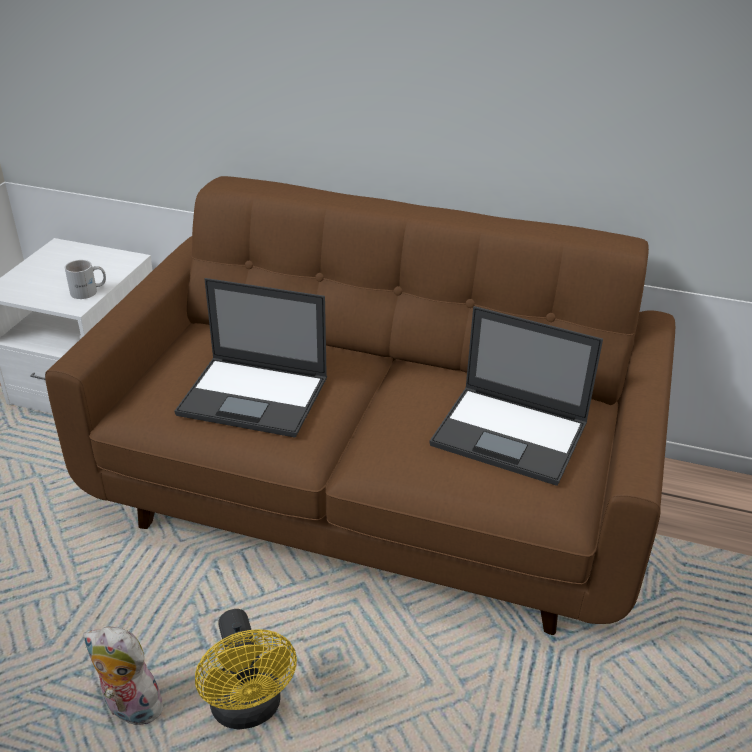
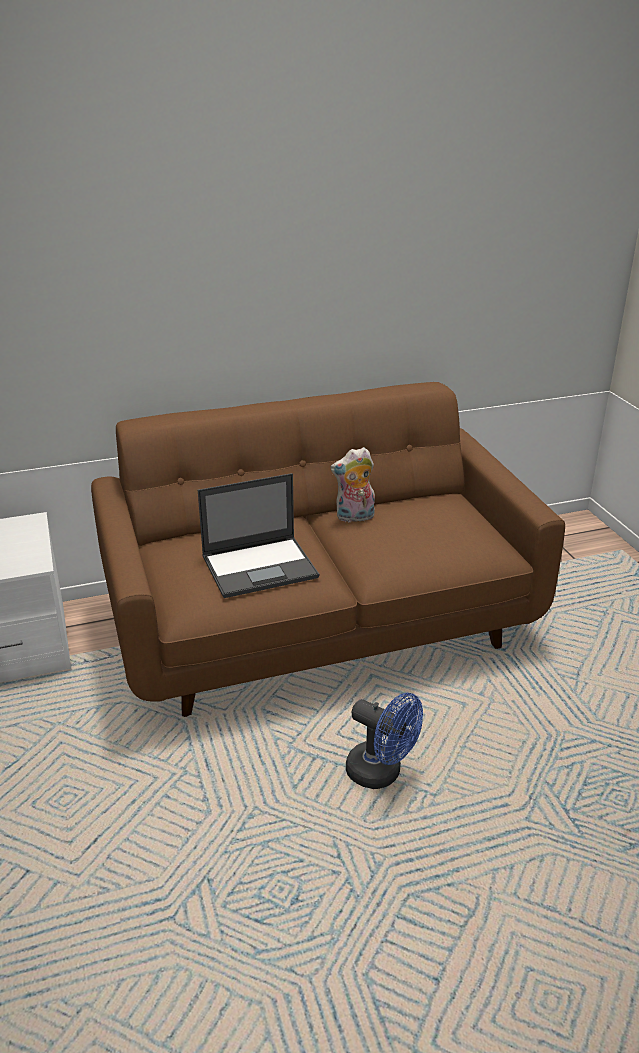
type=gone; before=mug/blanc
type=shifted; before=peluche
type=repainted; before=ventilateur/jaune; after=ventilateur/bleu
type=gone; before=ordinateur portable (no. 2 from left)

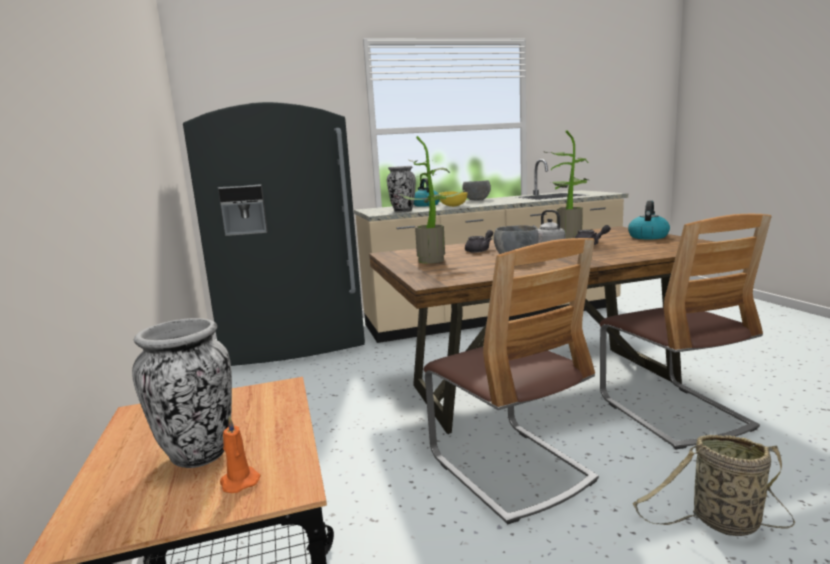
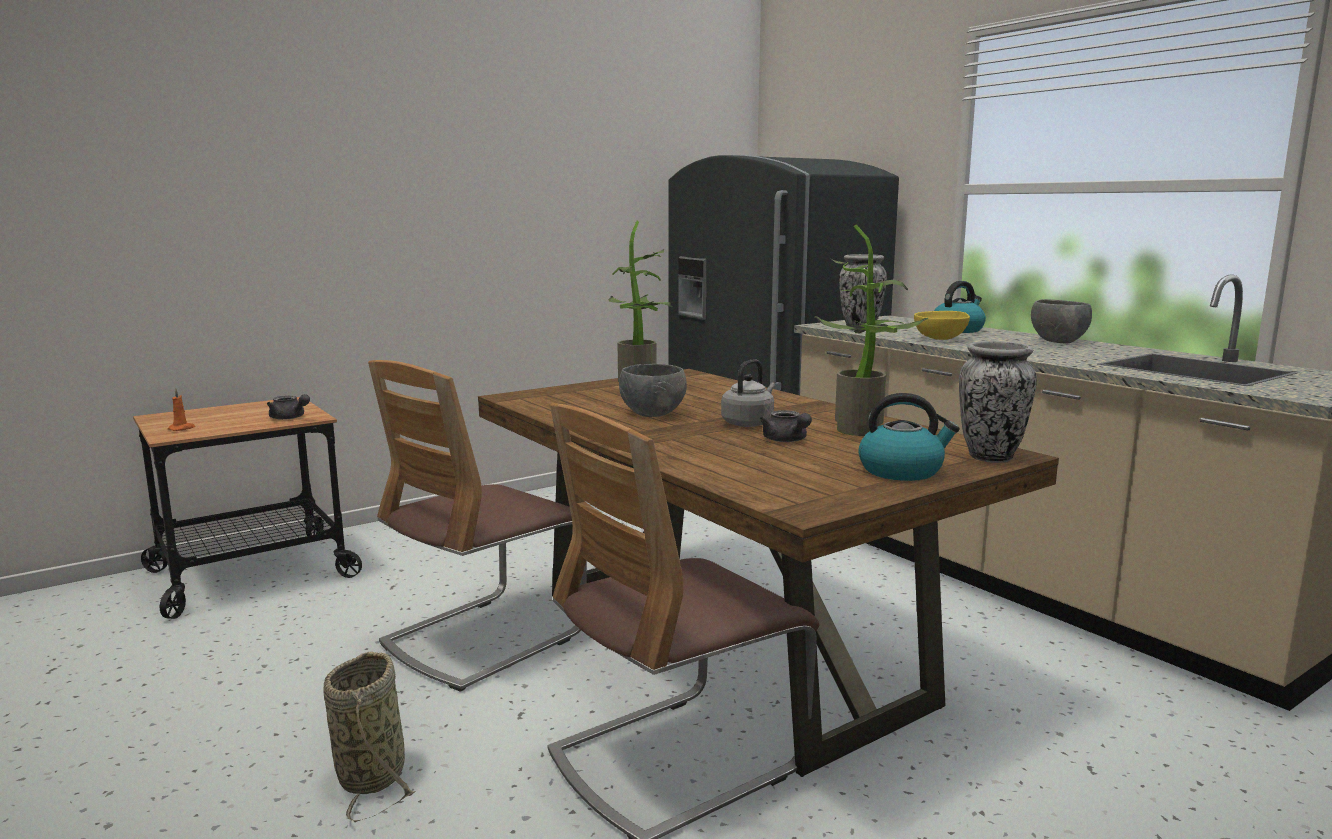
type=shifted; before=vase (no. 1 from left in the first image); after=vase (no. 2 from left)
type=shifted; before=théière/gris (no. 1 from left)

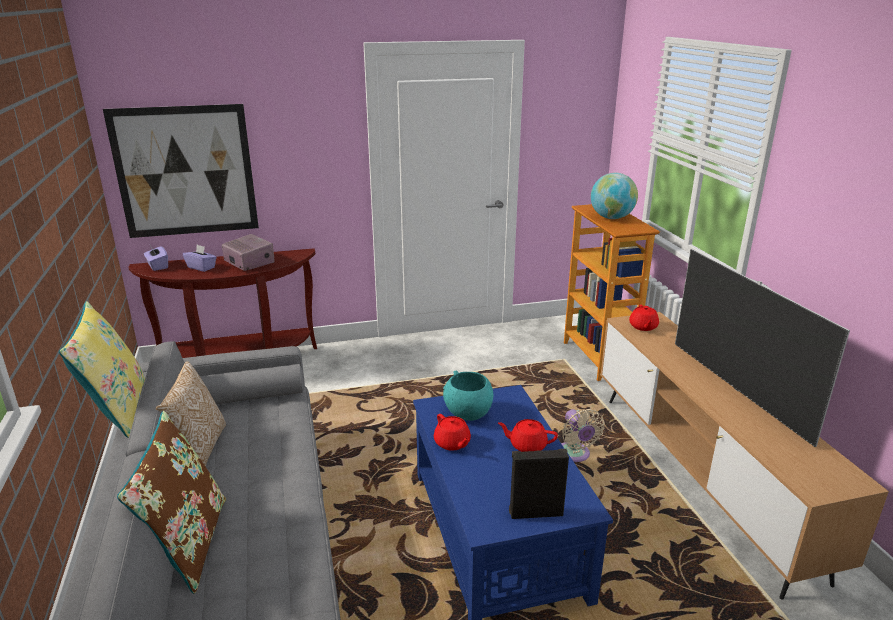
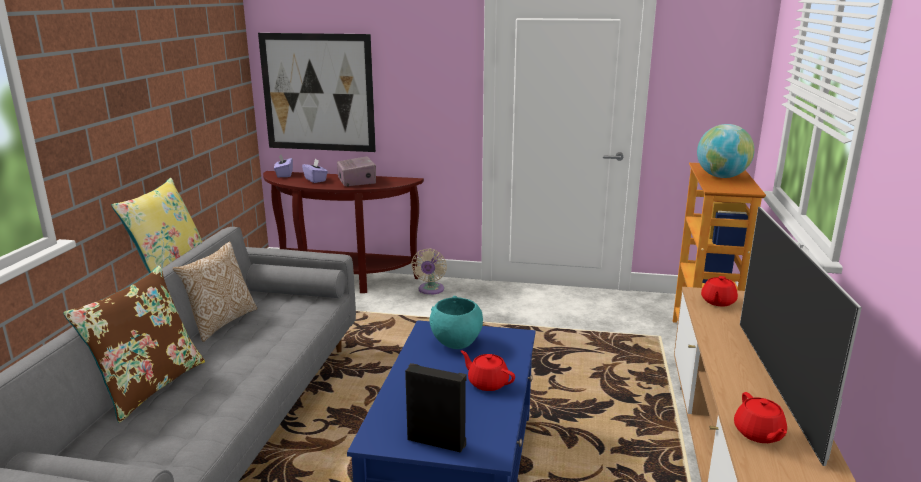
type=shifted; before=théière/rouge (no. 1 from left in the first image); after=théière/rouge (no. 3 from left)
type=shifted; before=ventilateur/beige

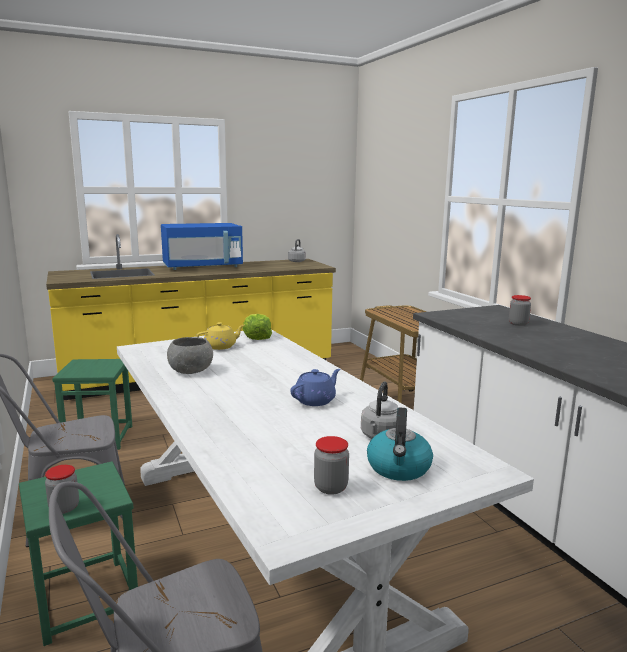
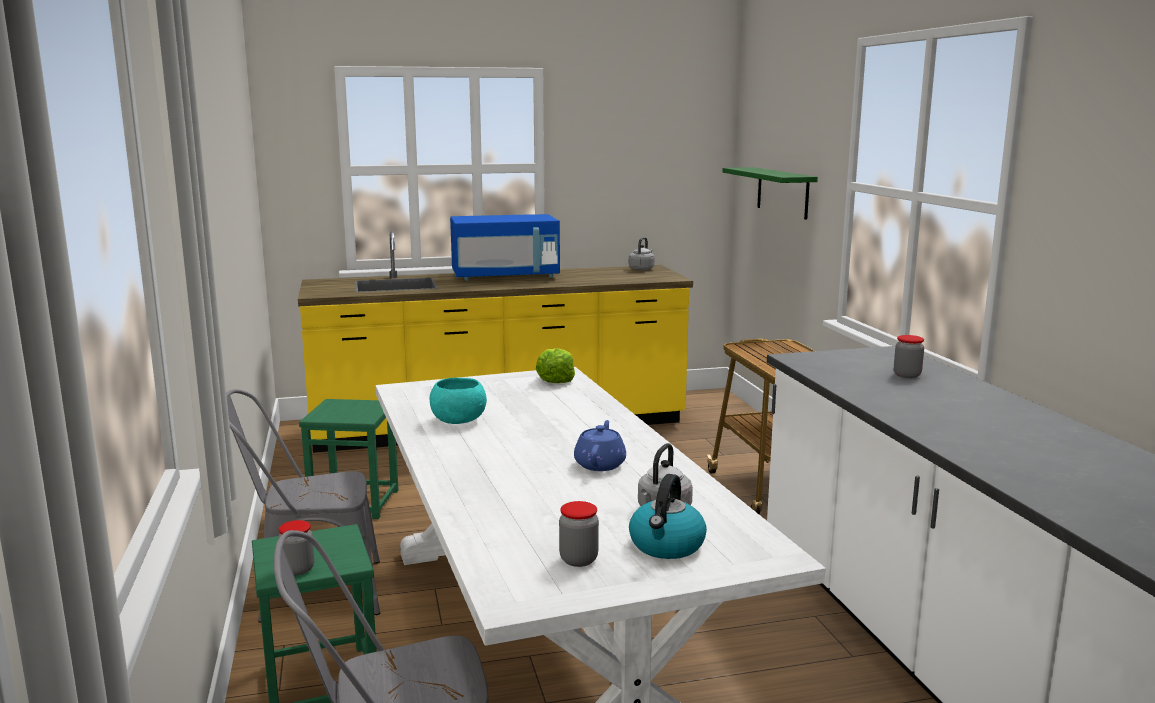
type=repainted; before=bol/gris; after=bol/turquoise
type=gone; before=théière/jaune
type=rotated; before=théière/bleu; turn=-45
type=new; after=étagère/vert

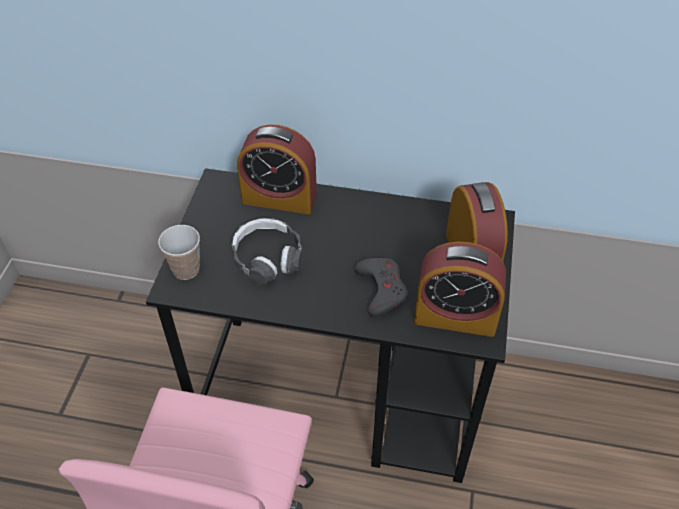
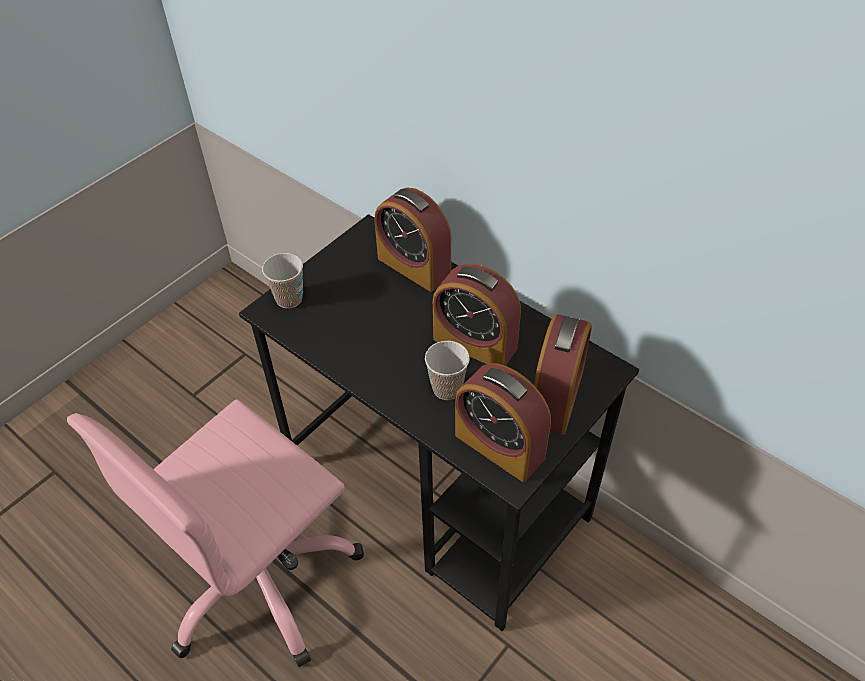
type=gone; before=casque audio
type=swapped; before=manette/gris; after=tasse (no. 2 from left)
type=new; after=réveil (no. 2 from left)

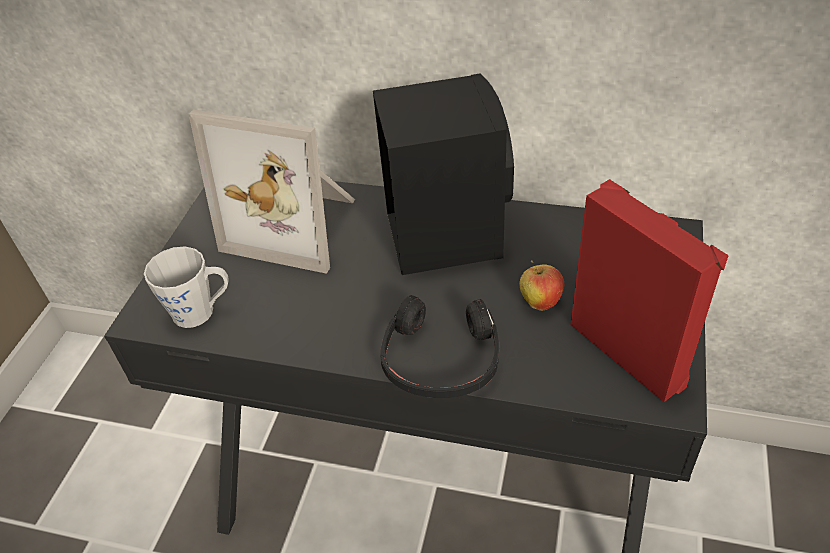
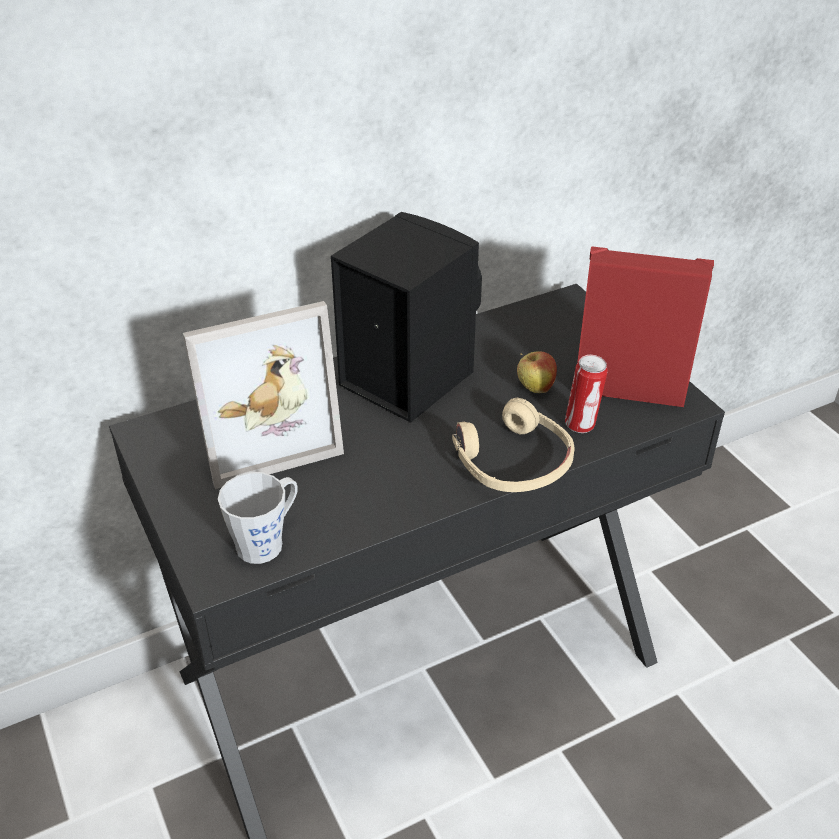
type=repainted; before=casque audio/noir; after=casque audio/beige
type=new; after=boîte métallique

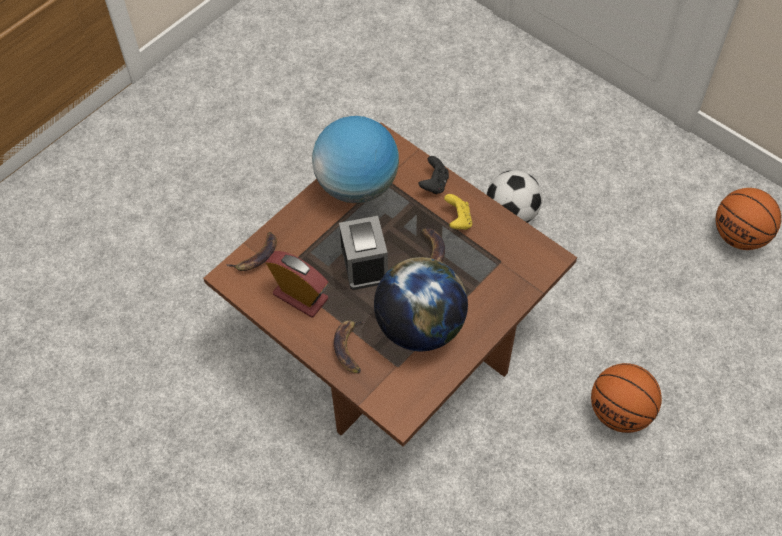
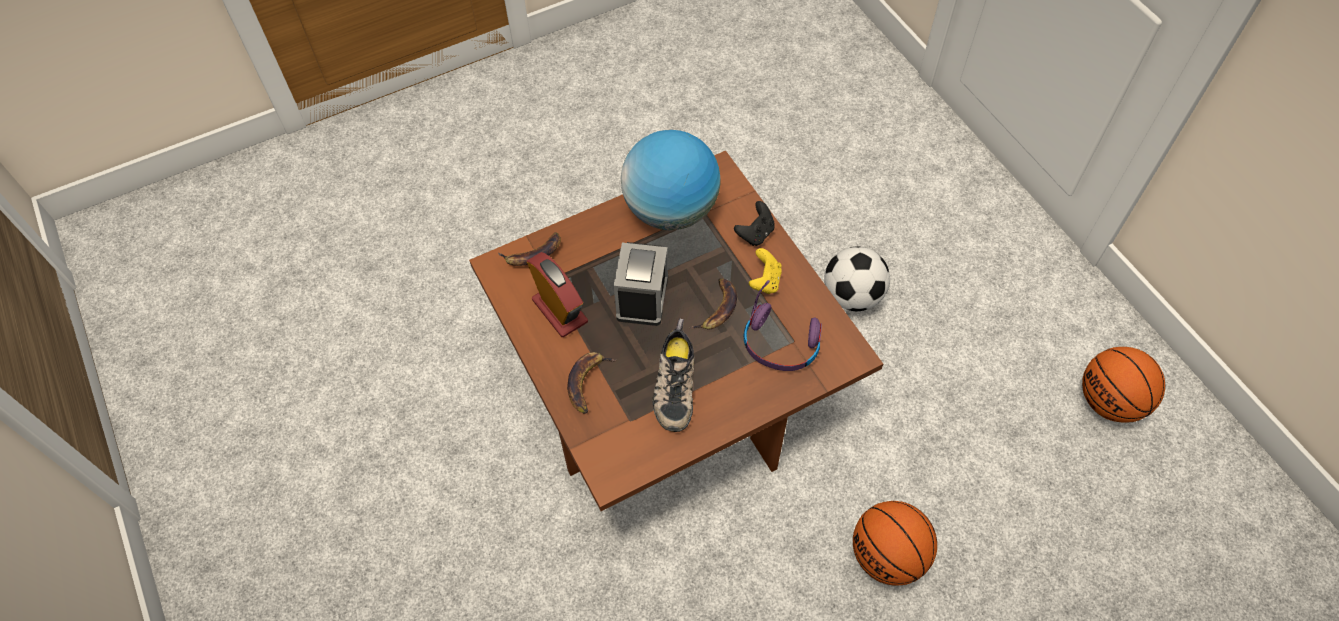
type=swapped; before=globe (no. 2 from left); after=chaussure
type=new; after=casque audio/violet

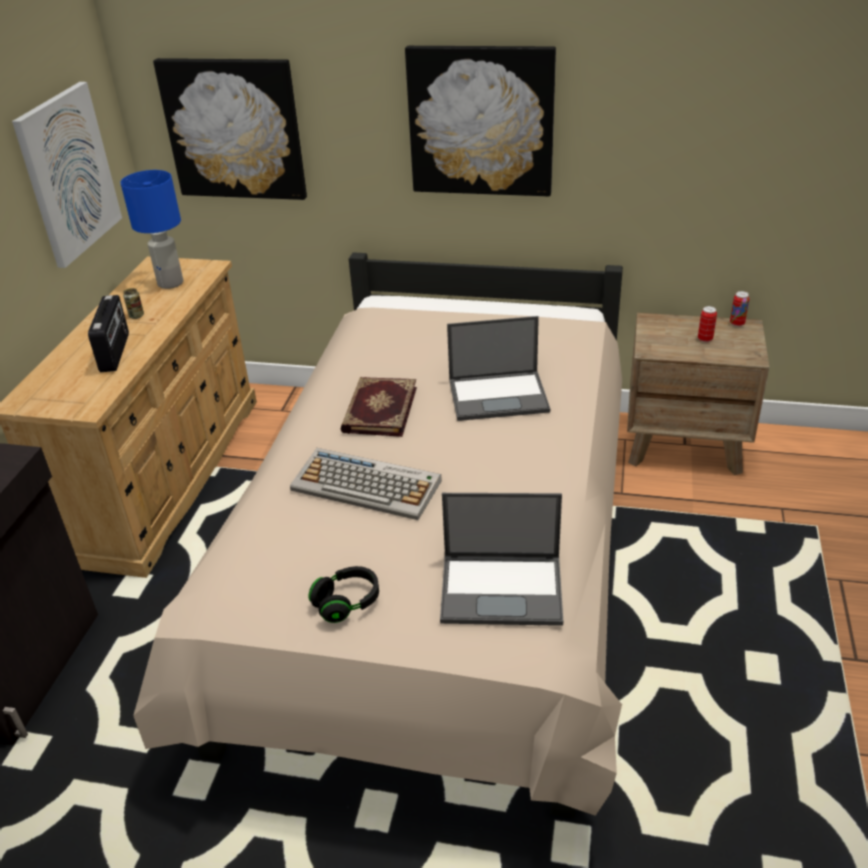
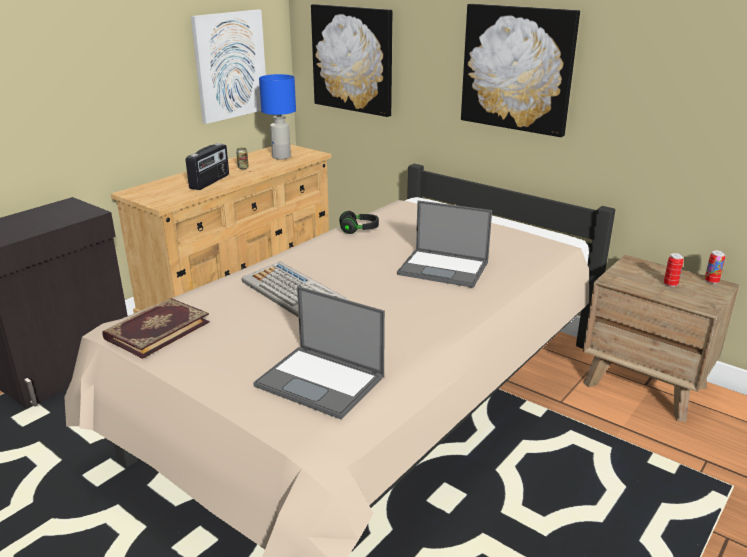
type=shifted; before=casque audio/noir
type=shifted; before=livre

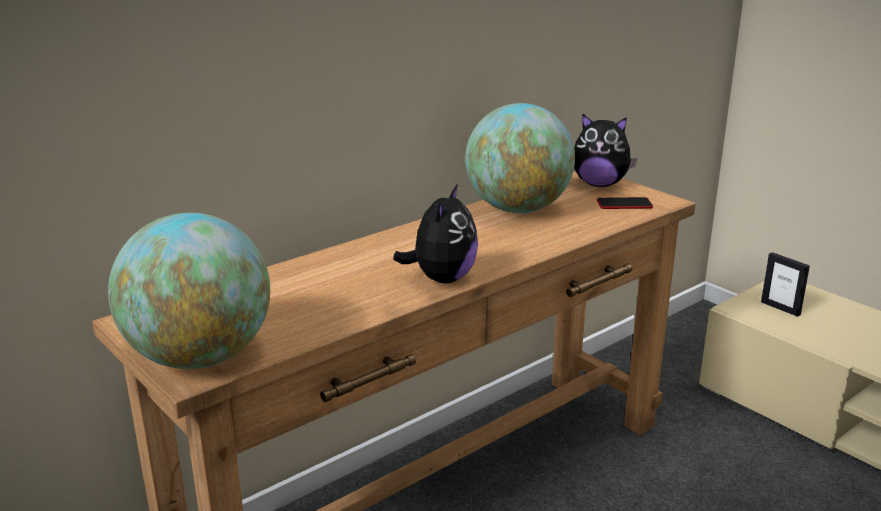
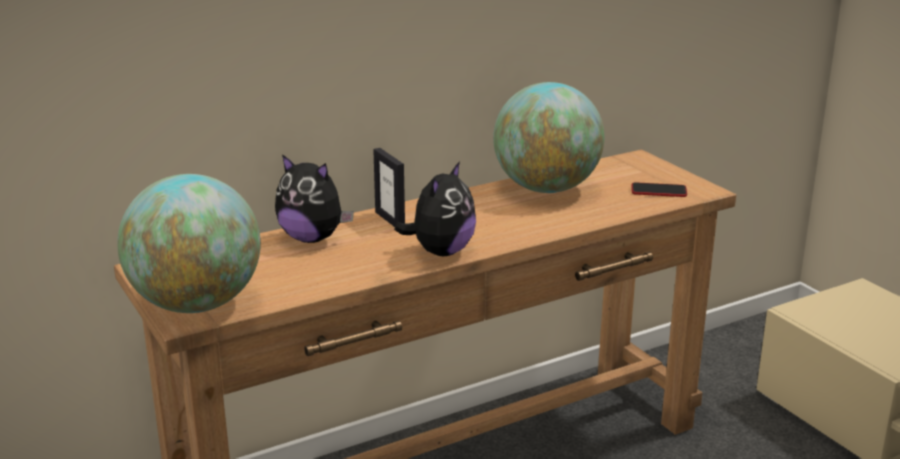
type=shifted; before=peluche (no. 2 from left in the first image); after=peluche (no. 1 from left)
type=shifted; before=cadre photo

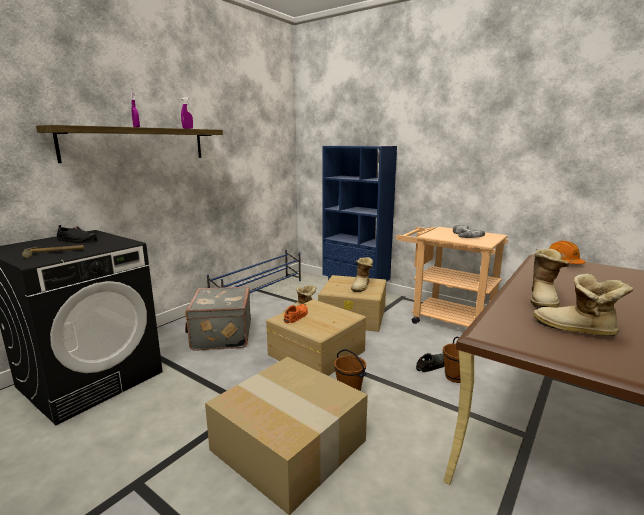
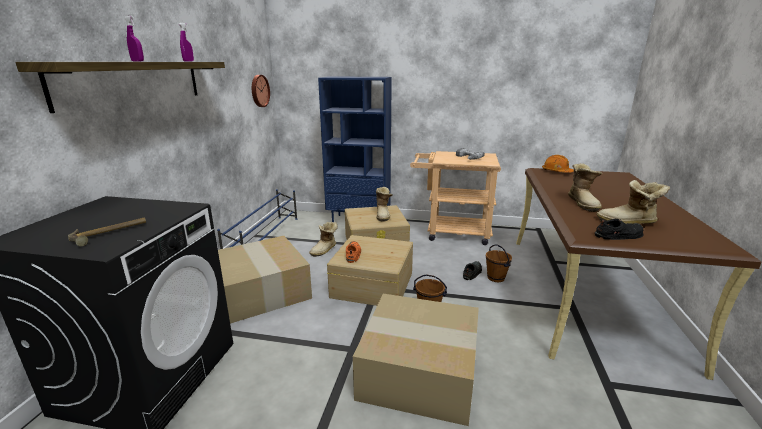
type=shifted; before=chaussure/noir (no. 1 from left in the first image); after=chaussure/noir (no. 2 from left)
type=swapped; before=valise/gris; after=carton (no. 1 from left)
type=new; after=horloge murale

